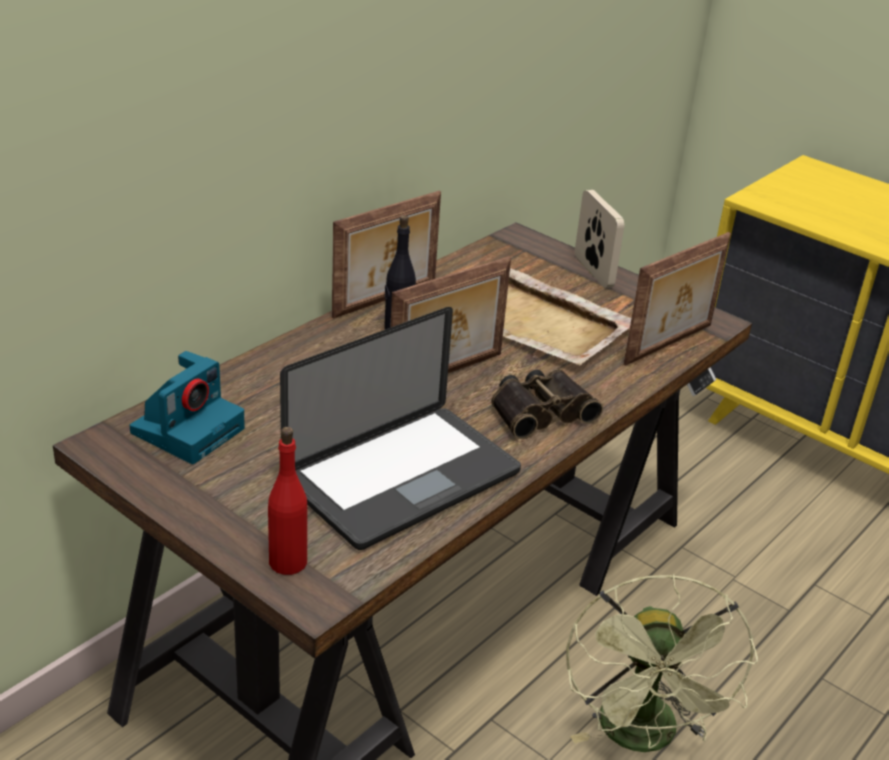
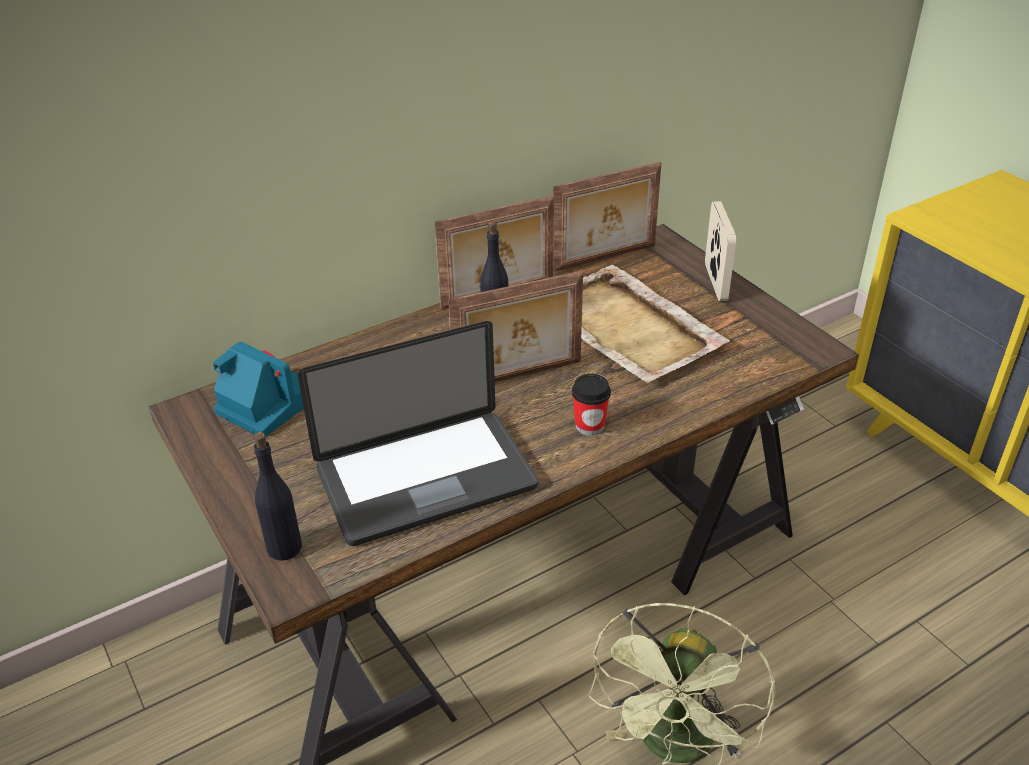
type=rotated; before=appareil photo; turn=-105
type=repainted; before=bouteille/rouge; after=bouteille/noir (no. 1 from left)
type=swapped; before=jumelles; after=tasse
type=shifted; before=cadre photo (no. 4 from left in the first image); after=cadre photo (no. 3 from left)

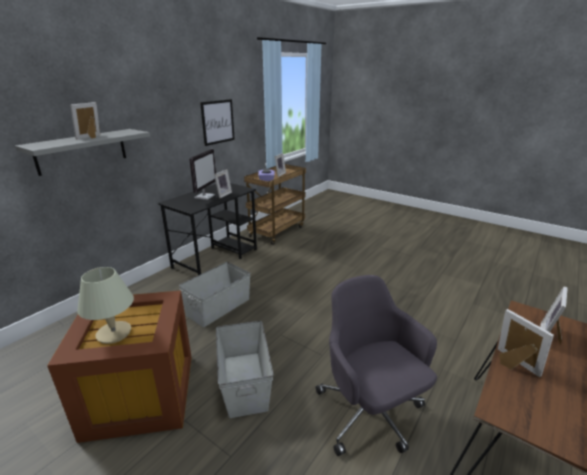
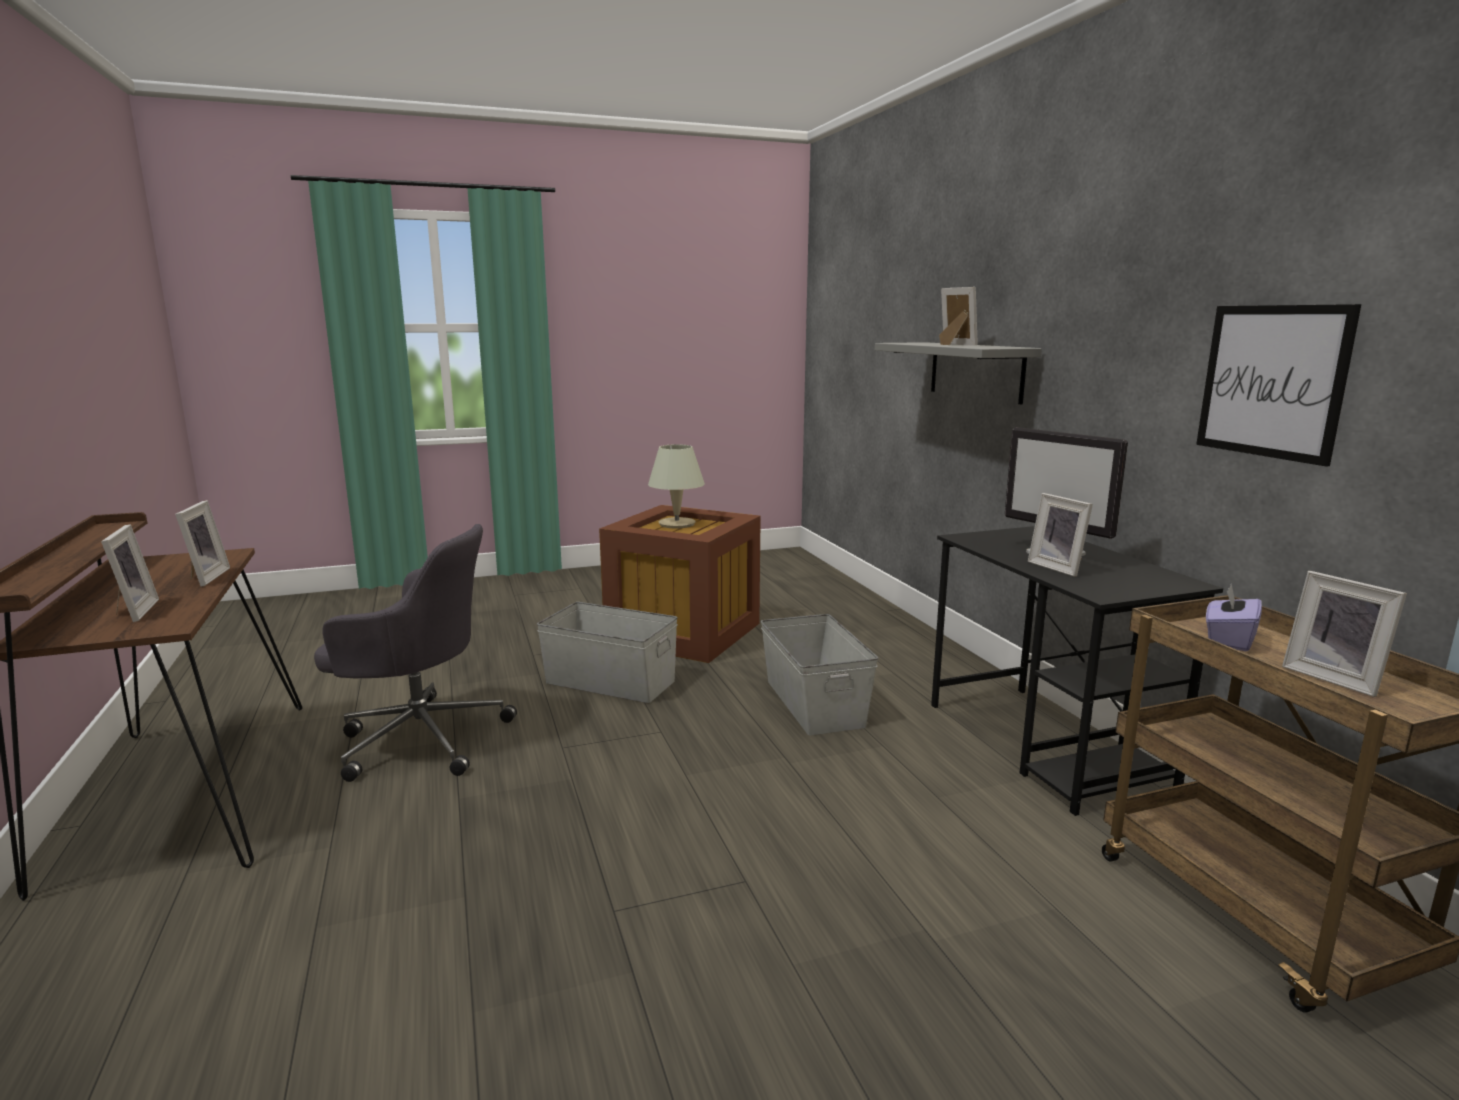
type=rotated; before=cadre photo (no. 4 from left in the first image); turn=-105

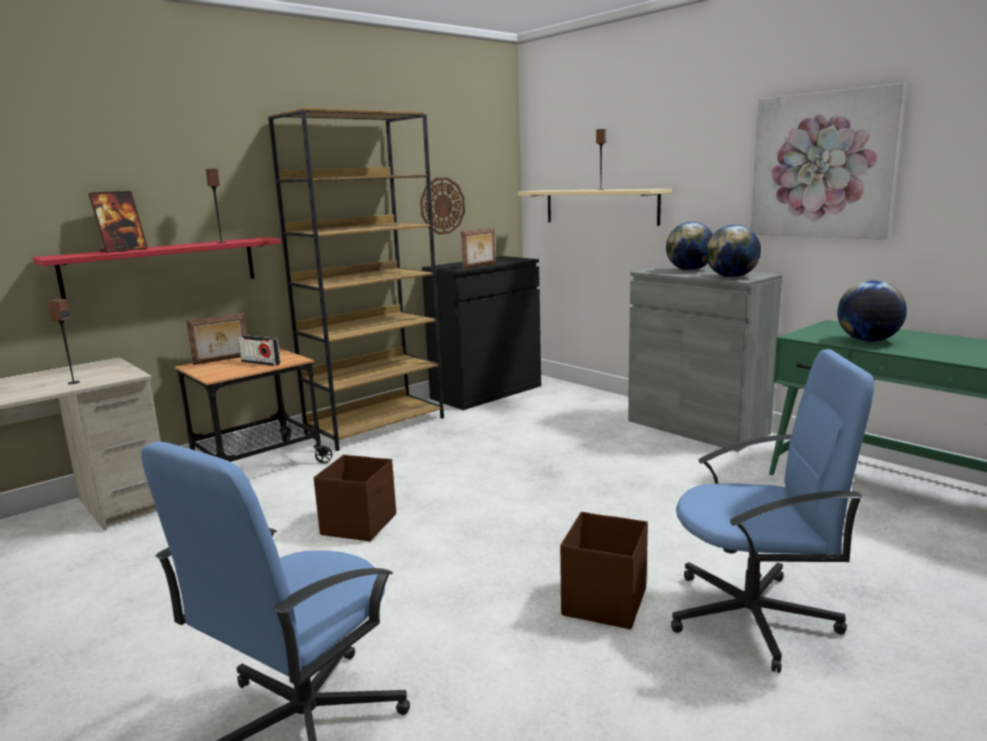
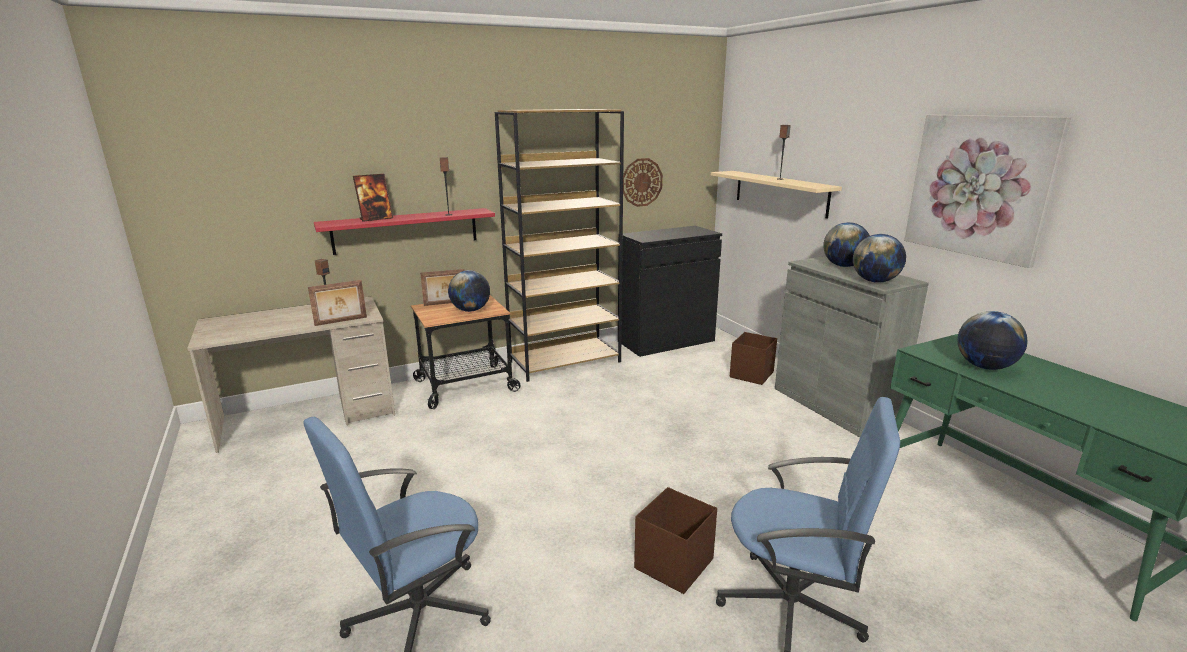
type=swapped; before=radio; after=globe (no. 1 from left)
type=shifted; before=boîte de rangement/marron (no. 1 from left in the first image); after=boîte de rangement/marron (no. 2 from left)
type=shifted; before=cadre photo (no. 3 from left in the first image); after=cadre photo (no. 1 from left)

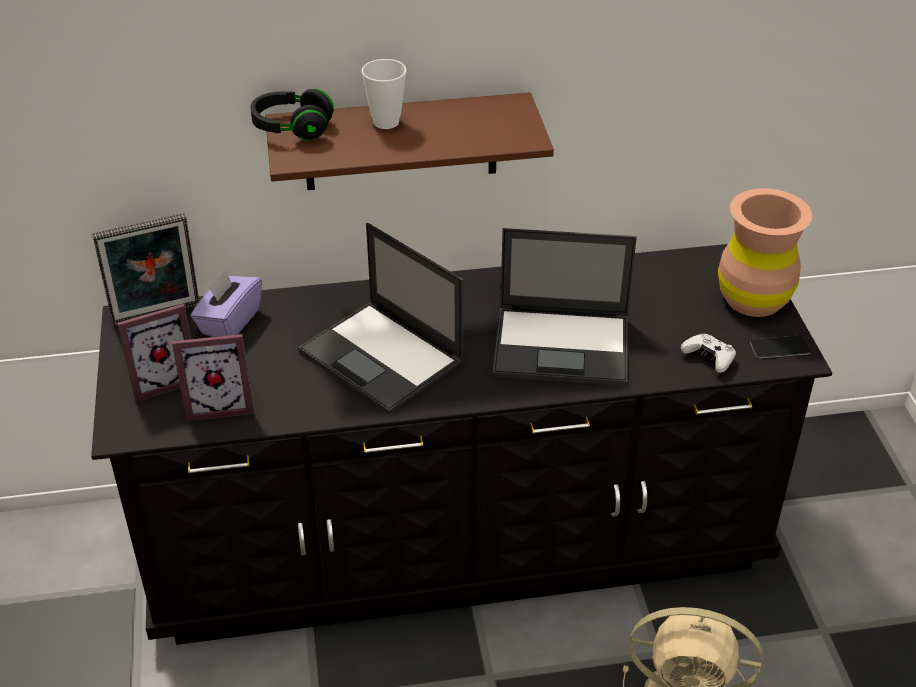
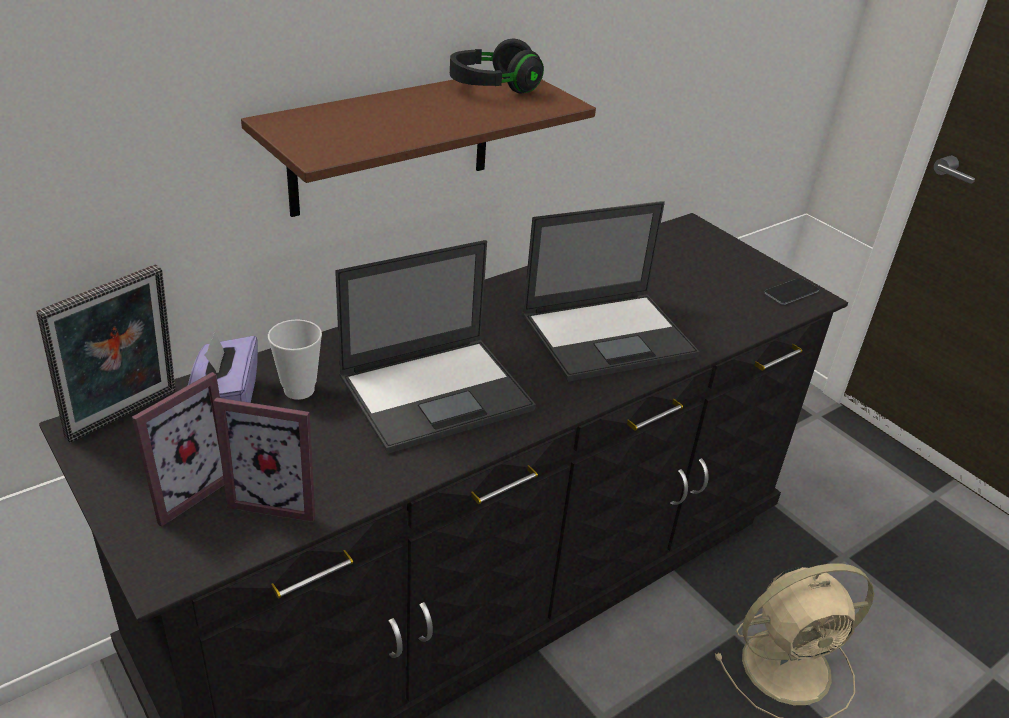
type=rotated; before=cadre photo (no. 3 from left); turn=45
type=shifted; before=casque audio/noir
type=rotated; before=ordinateur portable (no. 1 from left); turn=-45
type=shifted; before=tasse
type=gone; before=manette/blanc
type=gone; before=vase/marron

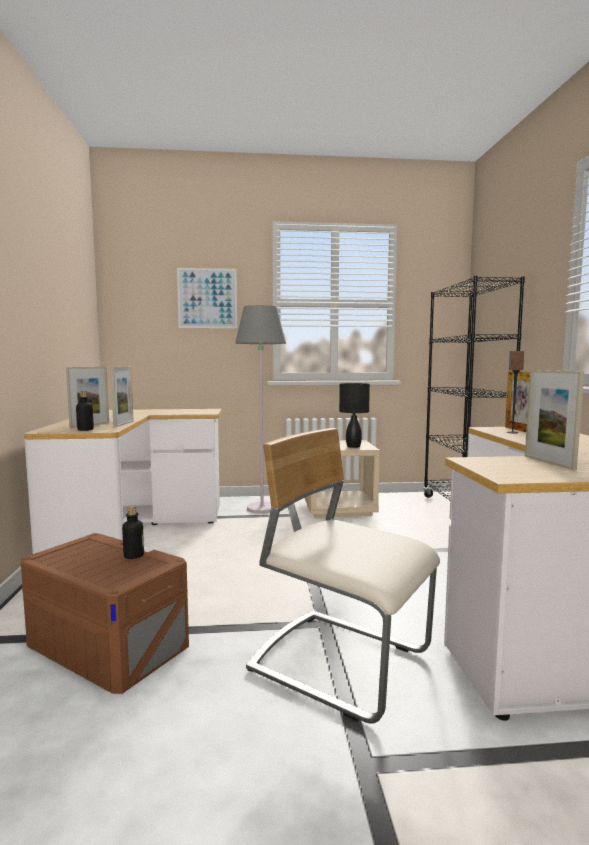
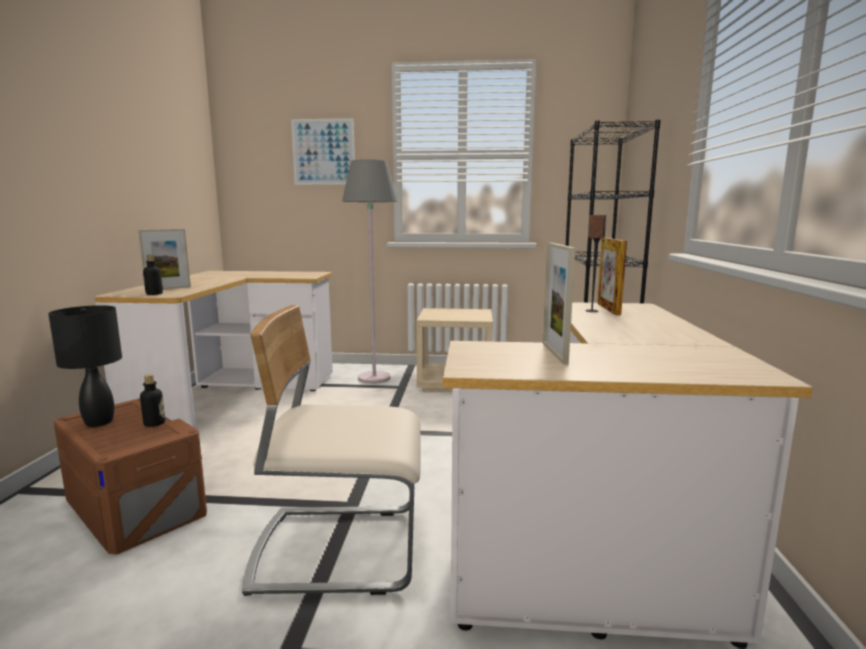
type=gone; before=cadre photo (no. 2 from left)
type=rotated; before=chaise/beige; turn=-45
type=shifted; before=lampe de table/noir

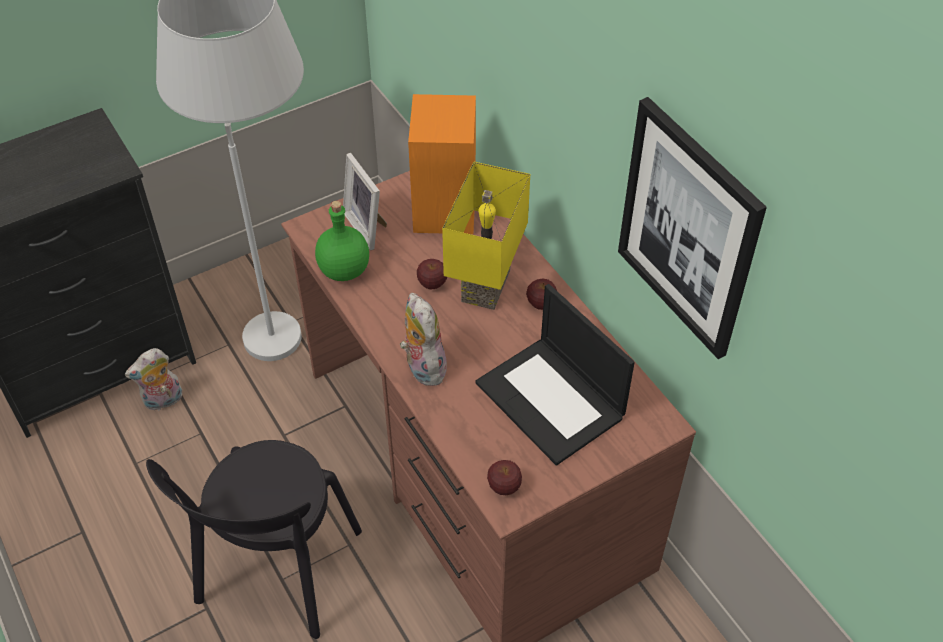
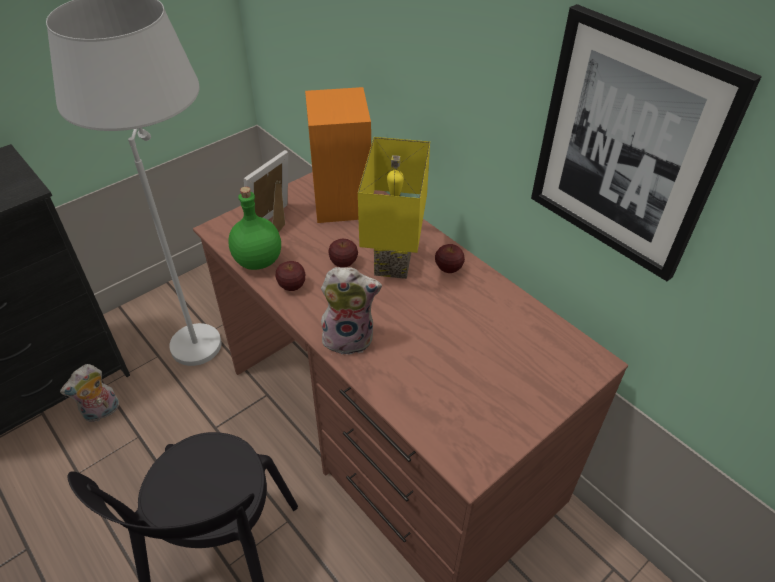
type=rotated; before=cadre photo; turn=75
type=rotated; before=peluche (no. 2 from left); turn=120
type=gone; before=ordinateur portable
type=shifted; before=pomme (no. 2 from left in the first image); after=pomme (no. 1 from left)

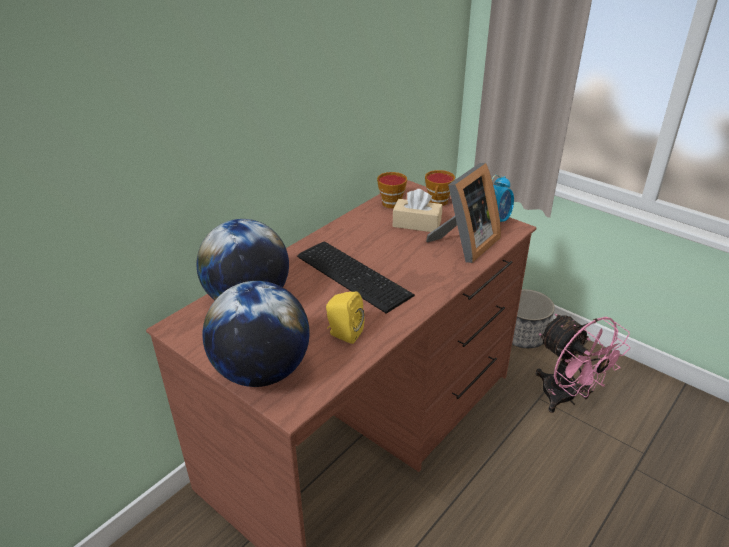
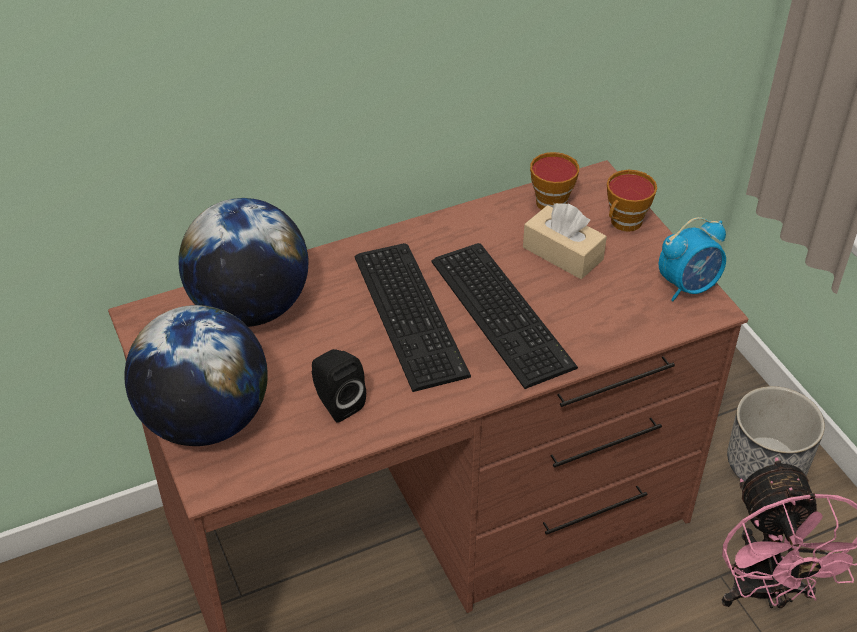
type=repainted; before=enceinte/jaune; after=enceinte/noir
type=gone; before=cadre photo
type=new; after=clavier (no. 2 from left)

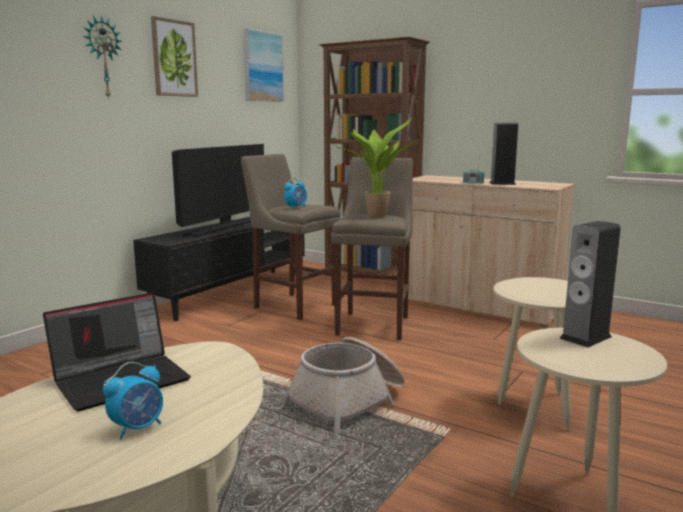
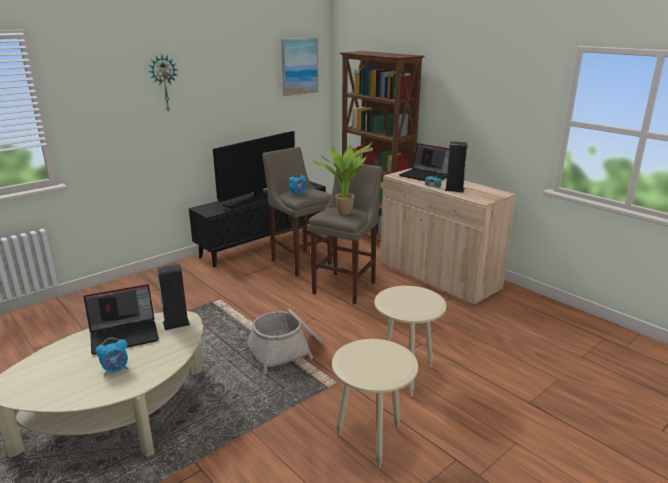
type=gone; before=tableau (no. 1 from left)
type=shifted; before=enceinte (no. 2 from left in the first image); after=enceinte (no. 1 from left)
type=new; after=ordinateur portable (no. 2 from left)

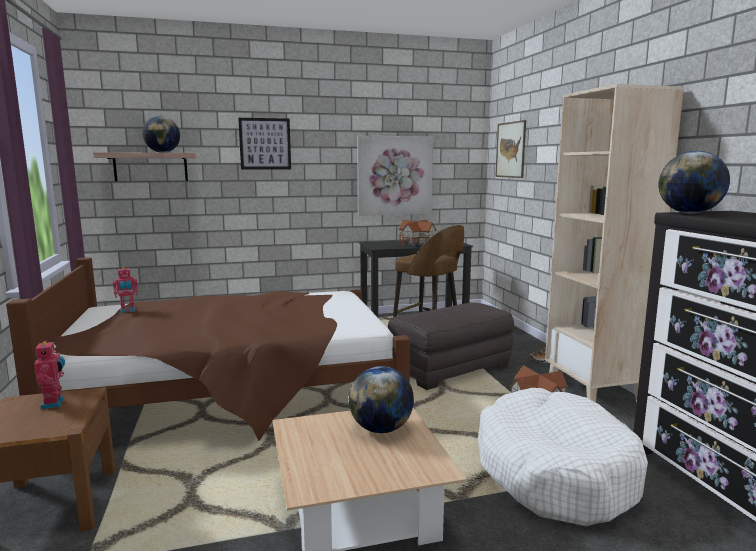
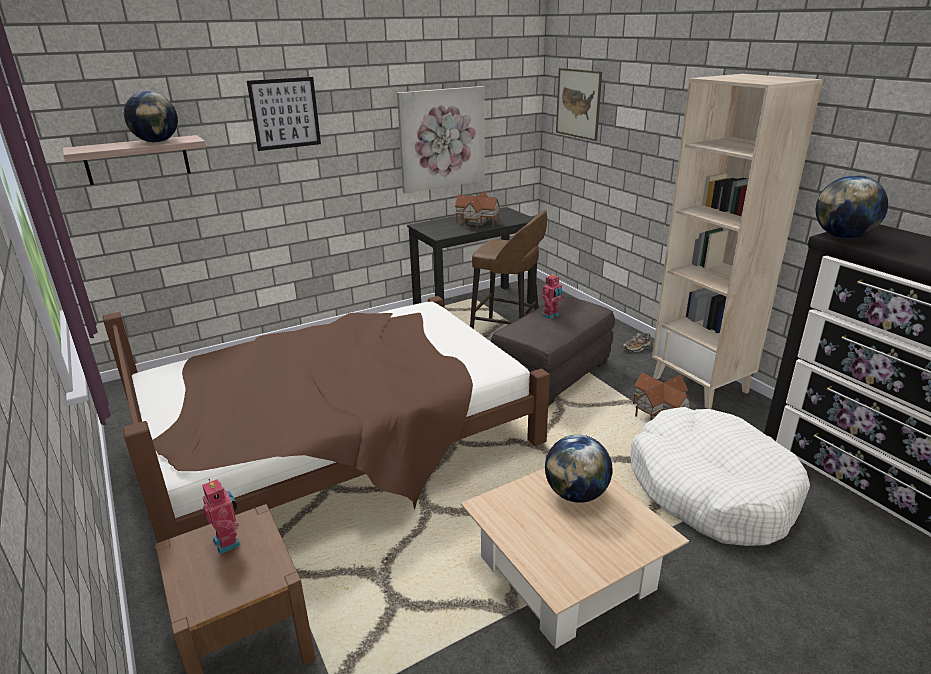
type=shifted; before=robot jouet (no. 2 from left)

